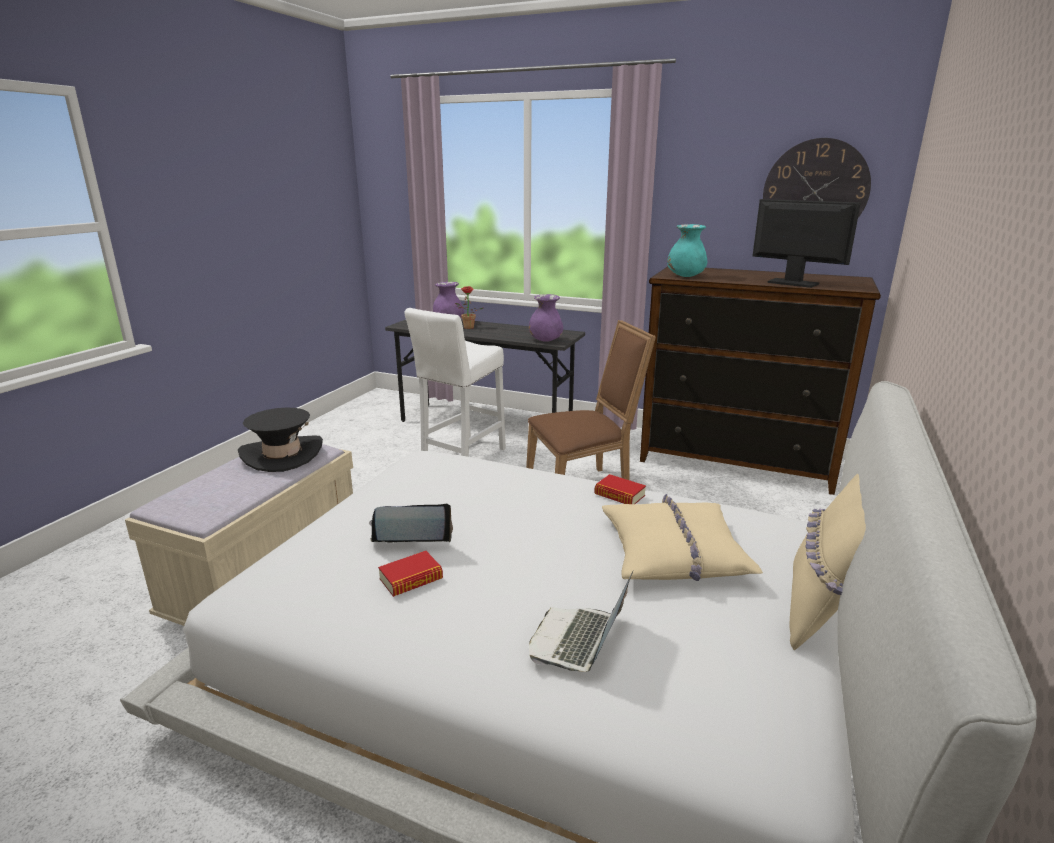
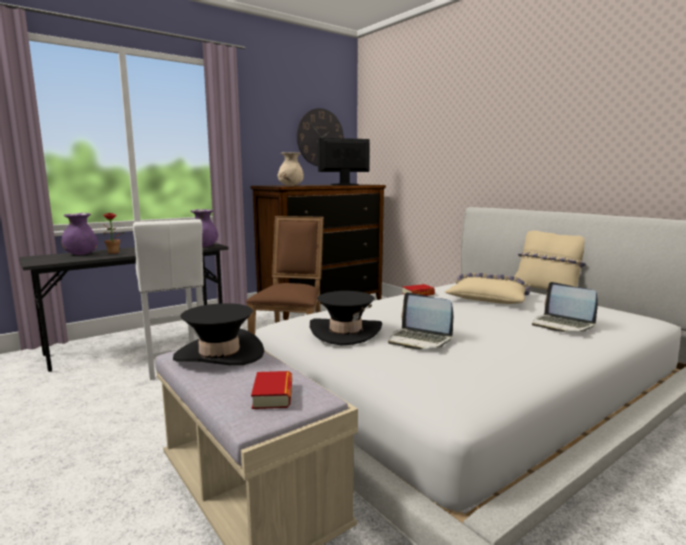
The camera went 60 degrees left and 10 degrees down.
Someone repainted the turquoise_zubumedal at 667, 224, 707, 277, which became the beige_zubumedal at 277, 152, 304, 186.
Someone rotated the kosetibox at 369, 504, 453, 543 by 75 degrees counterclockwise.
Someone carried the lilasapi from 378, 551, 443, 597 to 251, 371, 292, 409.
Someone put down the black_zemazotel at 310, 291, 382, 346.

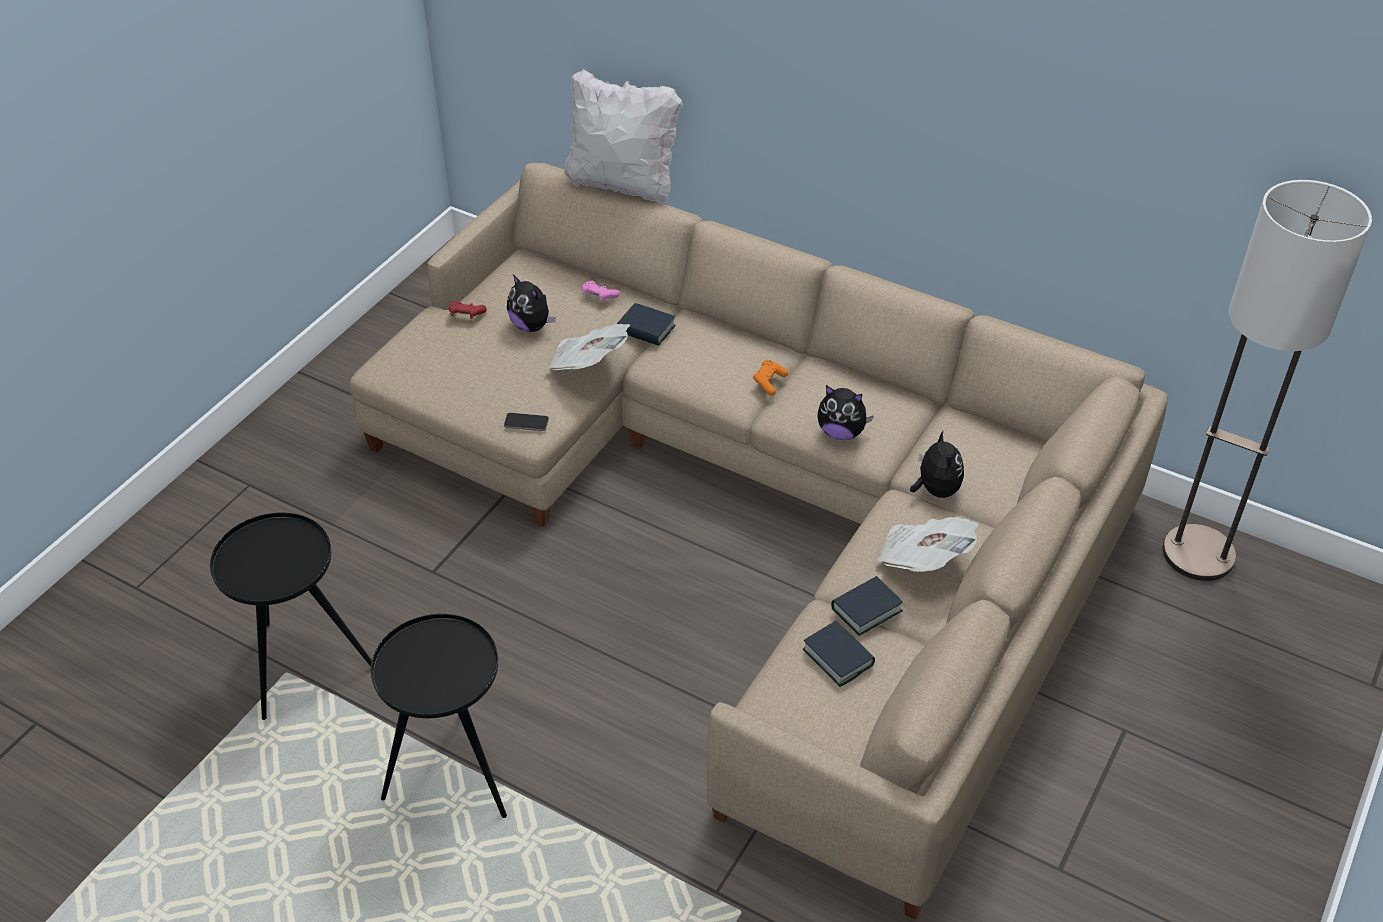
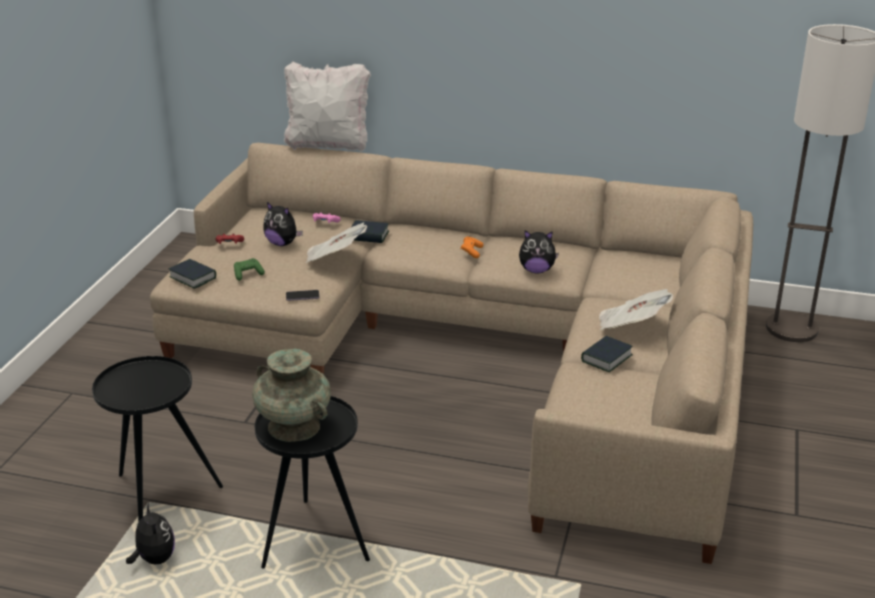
The camera went 15 degrees left and 15 degrees down.
Someone carried the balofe from 910, 431, 964, 498 to 126, 503, 175, 565.
Someone carried the lilasapi from 803, 620, 875, 687 to 169, 259, 216, 289.
Someone put down the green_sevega at 234, 258, 265, 281.
Someone put down the turquoise_zubumedal at 252, 349, 331, 442.

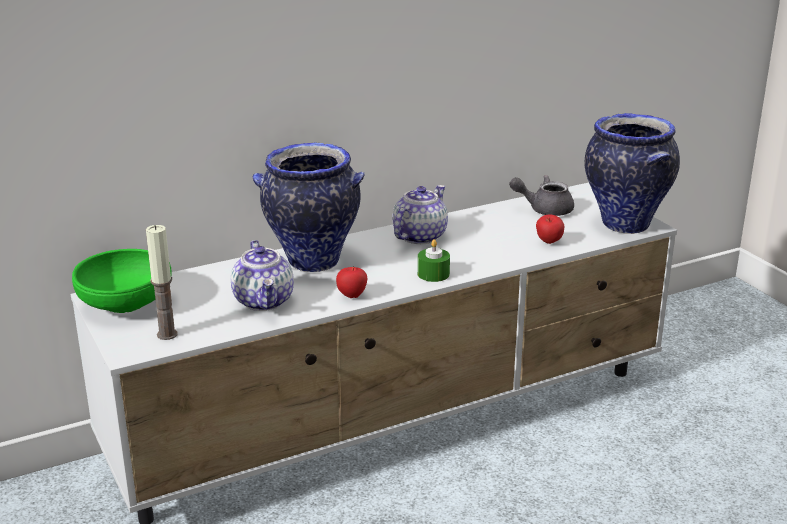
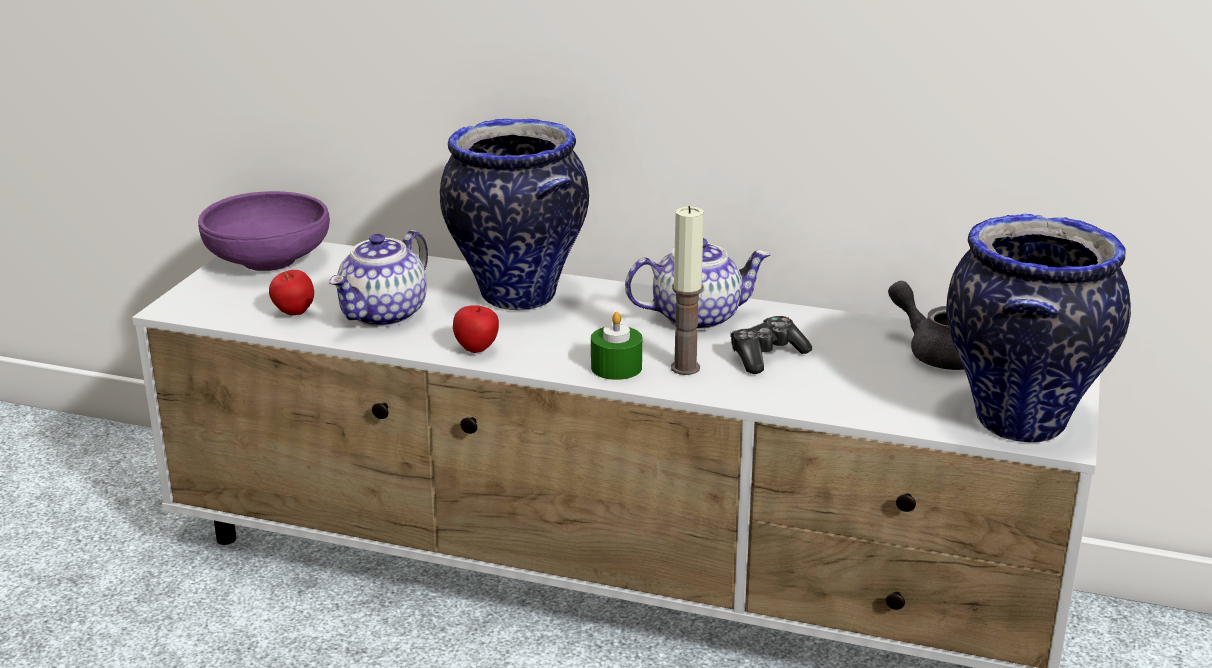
The camera went 45 degrees right and 0 degrees up.
Someone carried the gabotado from 536, 214, 564, 244 to 269, 270, 314, 316.
Someone carried the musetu from 146, 225, 178, 340 to 671, 206, 704, 375.
Someone repainted the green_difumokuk at 72, 249, 172, 313, which became the purple_difumokuk at 198, 191, 330, 271.
Someone put down the sevega at 730, 316, 812, 374.

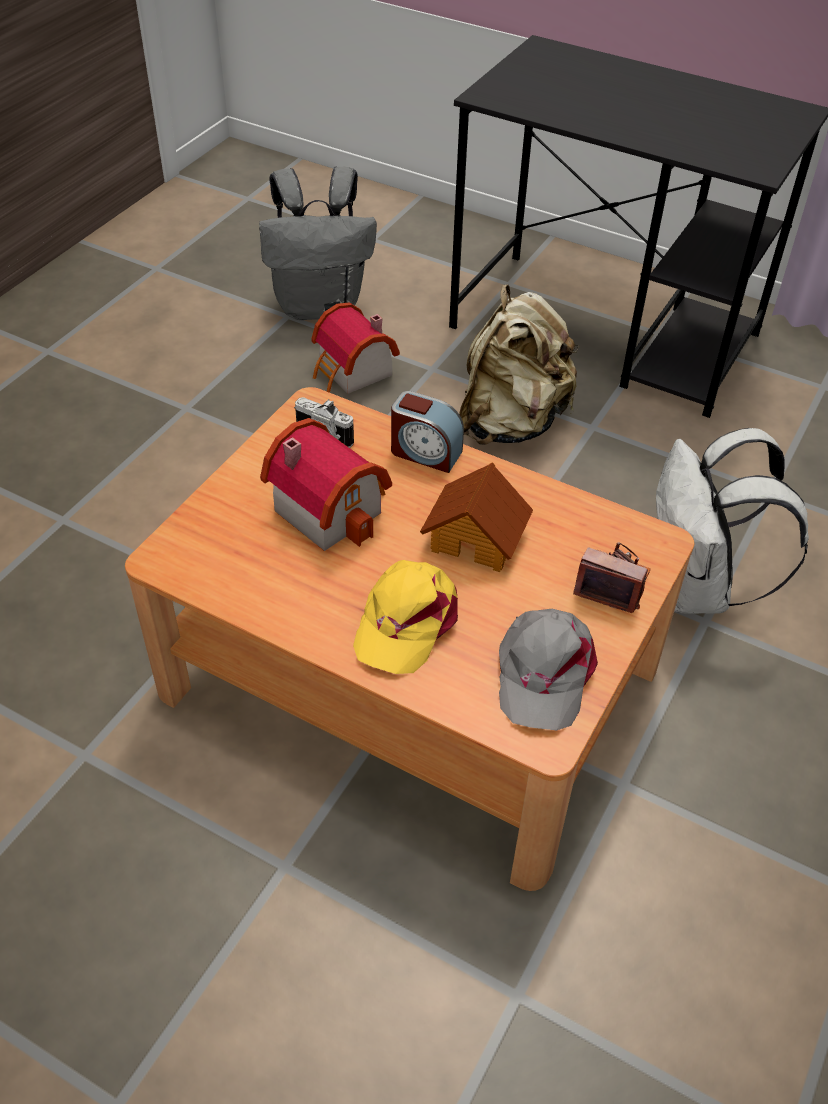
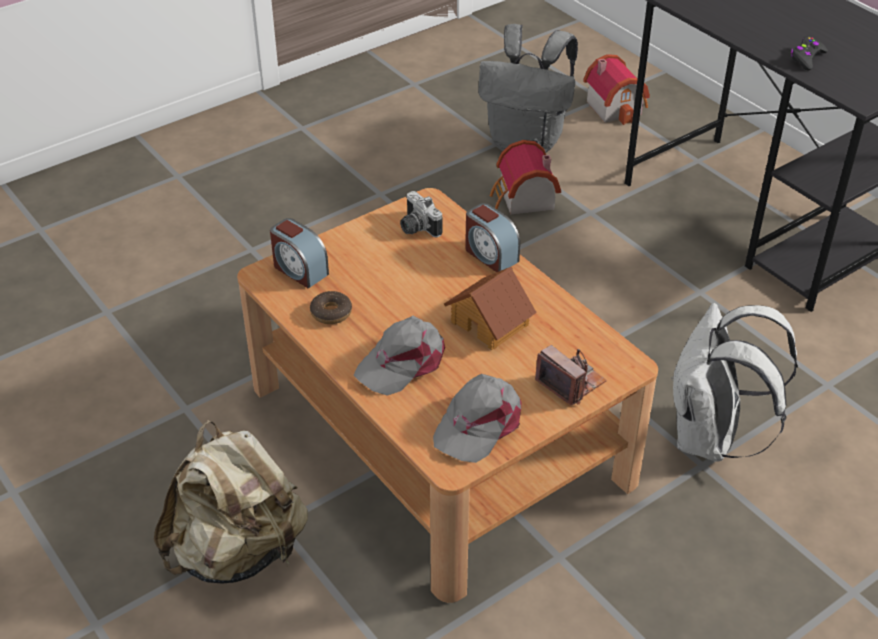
The camera went 25 degrees right and 5 degrees down.
Someone carried the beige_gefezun from 459, 284, 579, 445 to 154, 420, 308, 584.
Someone carried the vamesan from 260, 418, 392, 551 to 583, 54, 650, 125.
Someone repainted the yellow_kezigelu at 353, 560, 458, 674, which became the grey_kezigelu at 354, 316, 445, 396.
Someone put down the black_sevega at 791, 36, 828, 70.
Someone put down the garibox at 270, 218, 329, 288.
Someone put down the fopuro at 310, 291, 352, 324.

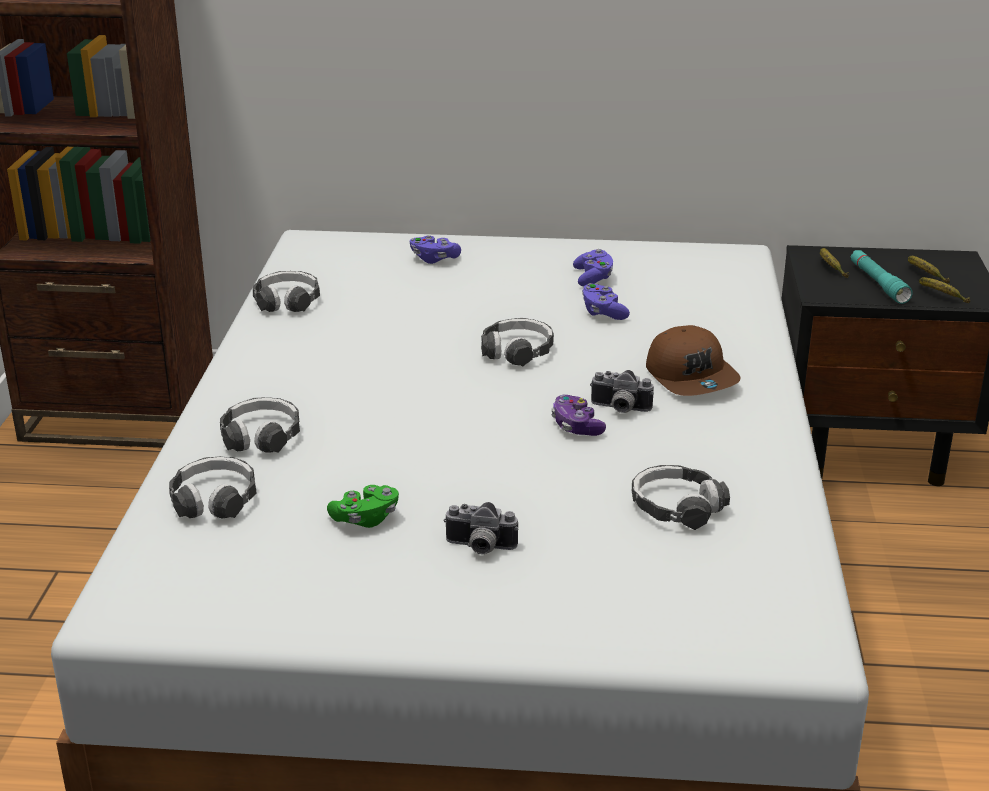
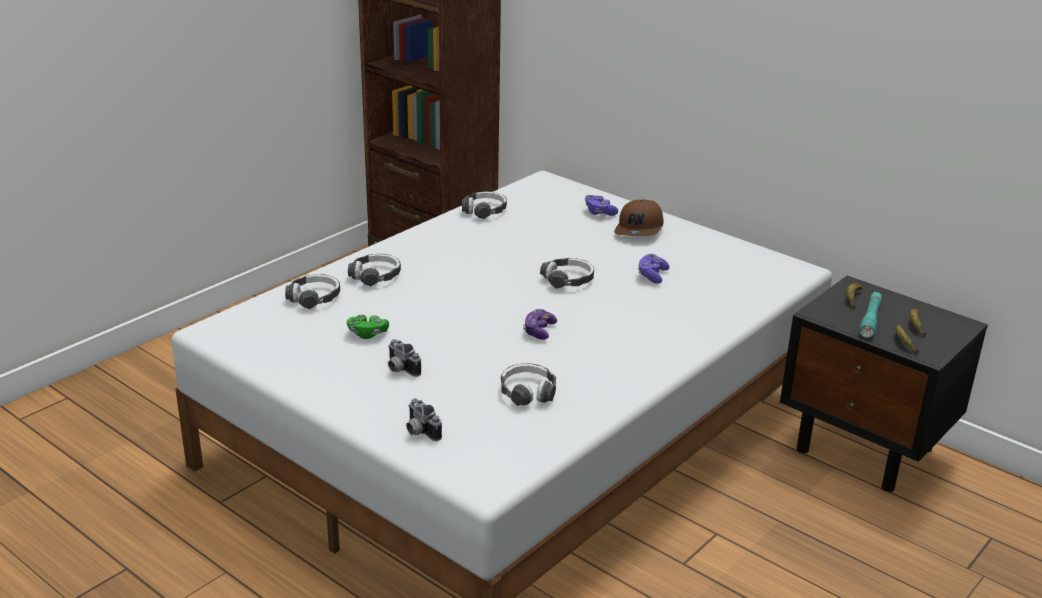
The camera went 35 degrees right and 0 degrees up.
Someone took away the purple_sevega at 573, 249, 613, 286.
Someone carried the brown_kezigelu from 646, 325, 741, 396 to 614, 200, 664, 236.
Someone carried the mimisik from 590, 370, 654, 413 to 406, 399, 442, 441.

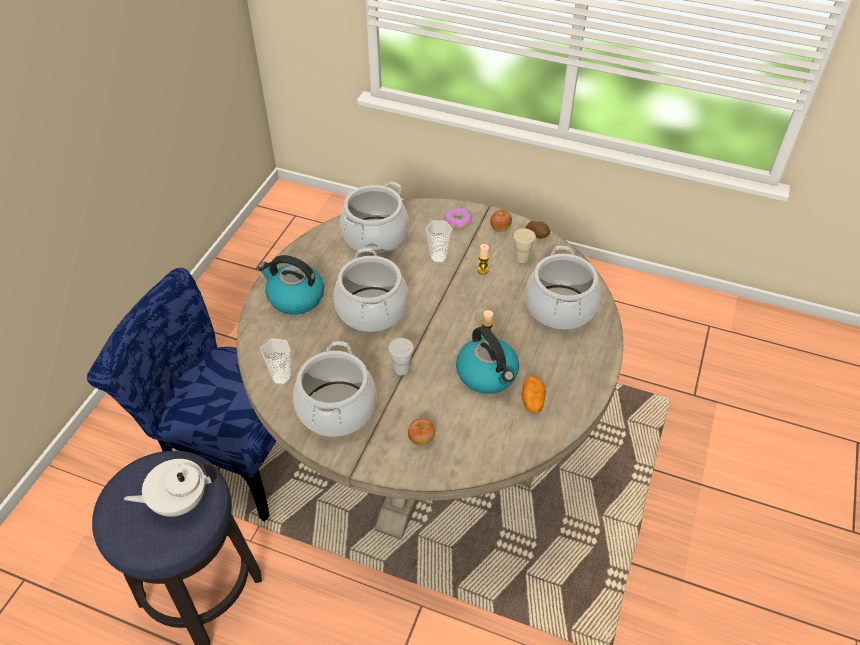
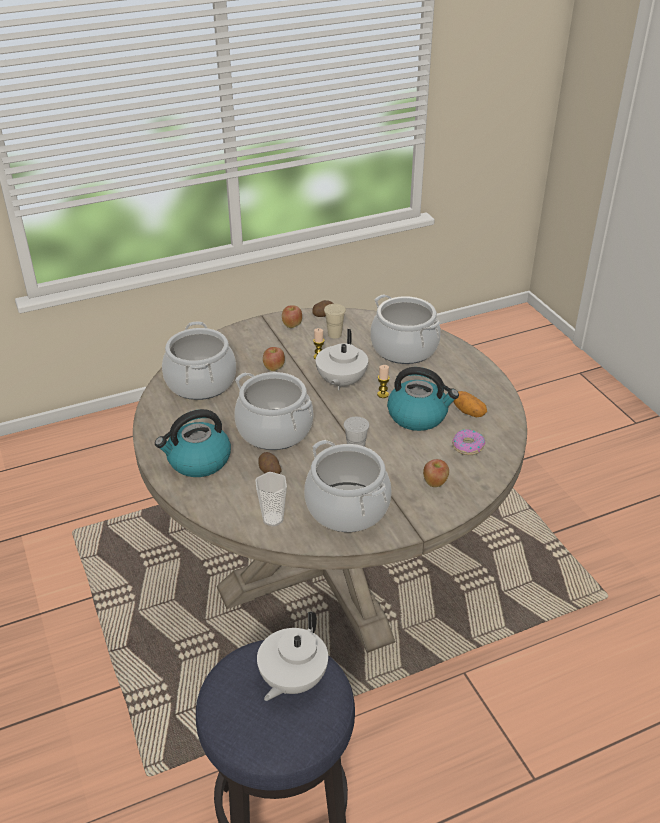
The camera went 45 degrees left and 10 degrees down.
Someone carried the fopuro from 444, 208, 472, 229 to 452, 429, 485, 455.
Someone swapped the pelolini at 426, 220, 452, 263 for the gabotado at 263, 347, 285, 371.
Someone took away the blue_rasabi at 87, 268, 276, 522.
Someone put down the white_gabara at 316, 329, 368, 390.
Someone put down the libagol at 258, 452, 282, 474.

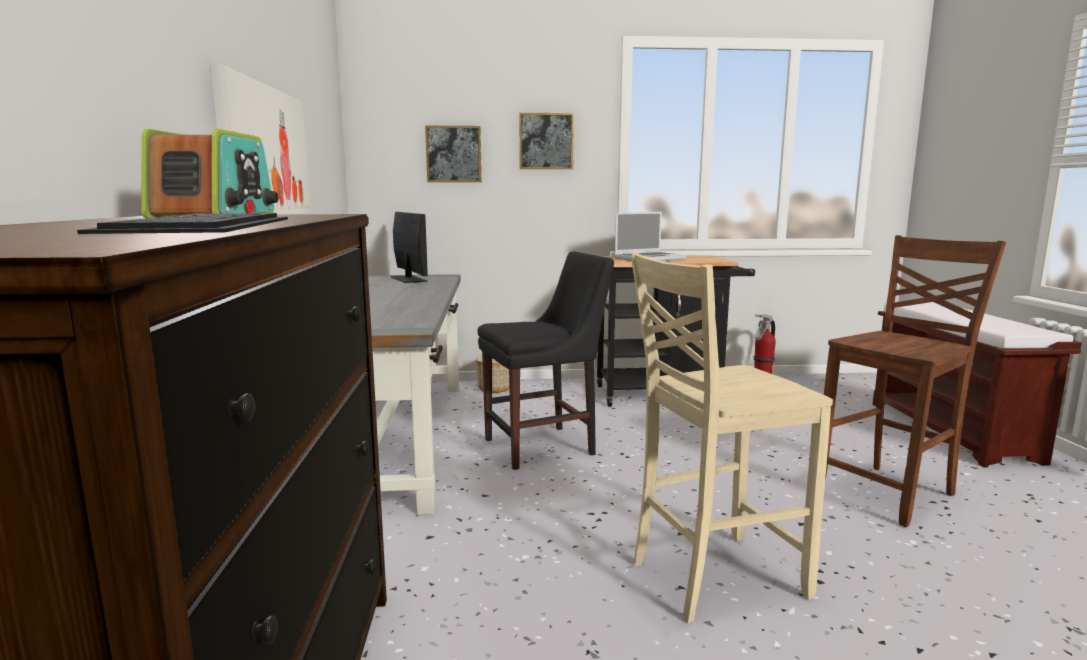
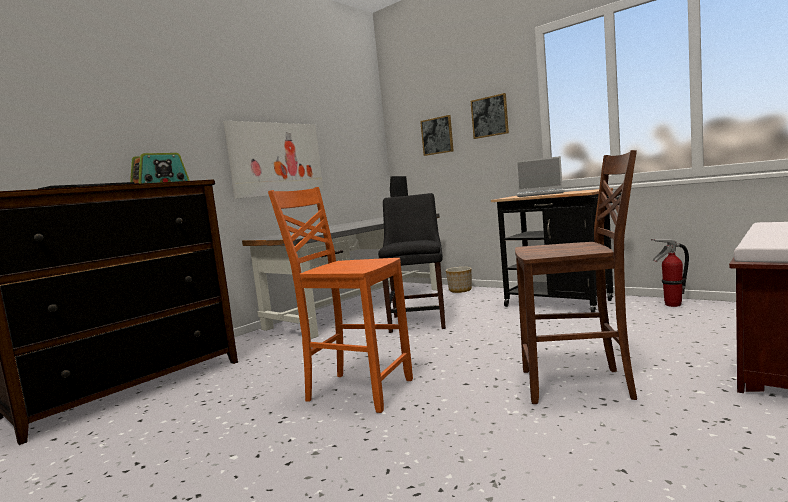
The camera went 45 degrees right and 5 degrees down.
Someone rotated the black_rasabi at 478, 251, 614, 470 by 105 degrees counterclockwise.
Someone repainted the beige_rasabi at 631, 252, 833, 624, which became the orange_rasabi at 268, 187, 413, 413.

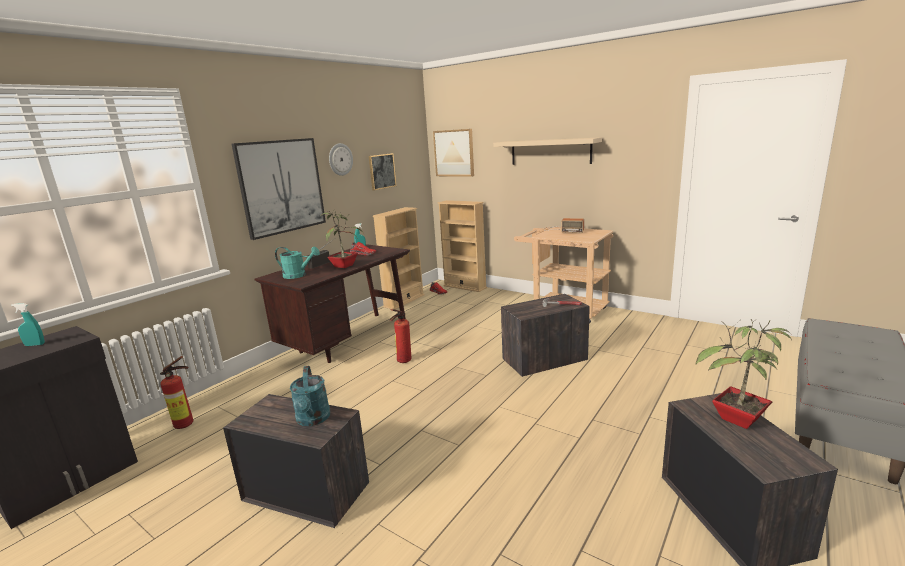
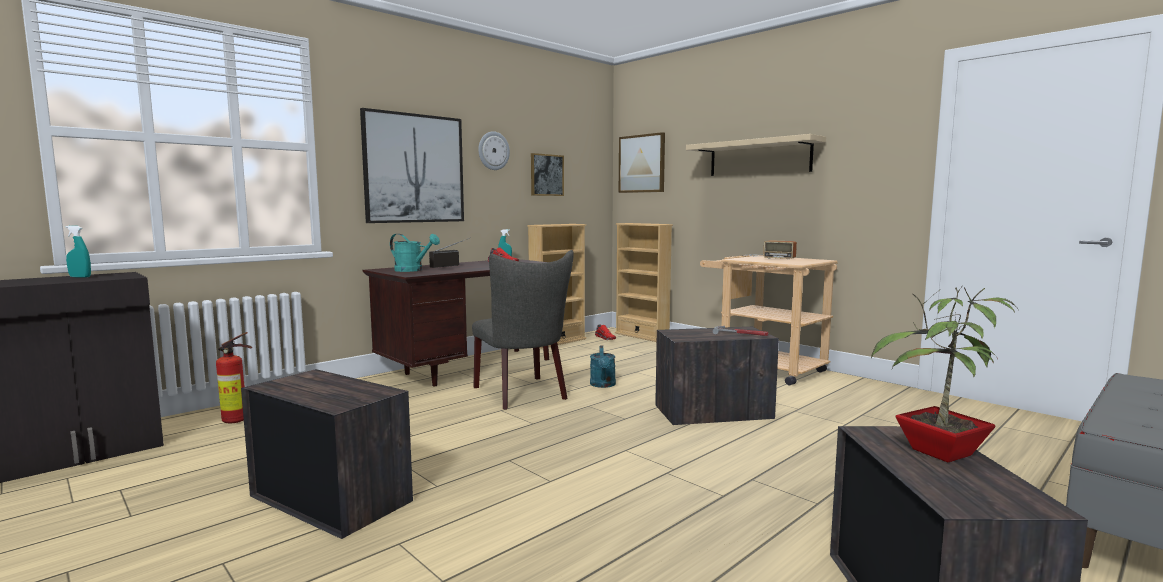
The camera went 10 degrees right and 10 degrees down.
Someone took away the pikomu at 319, 211, 364, 268.
Someone swapped the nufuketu at 390, 309, 411, 363 for the grey_rasabi at 472, 250, 574, 409.
Someone carried the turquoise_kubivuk from 290, 366, 330, 426 to 590, 345, 616, 388.

